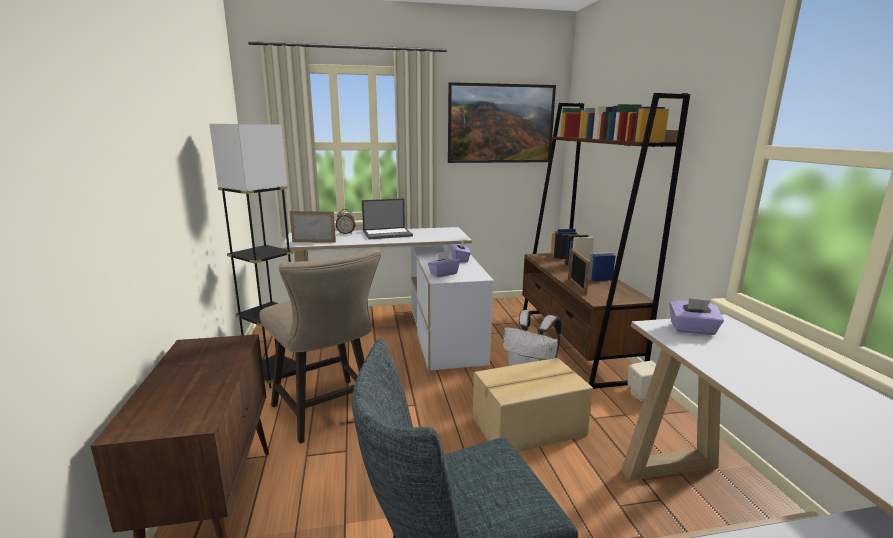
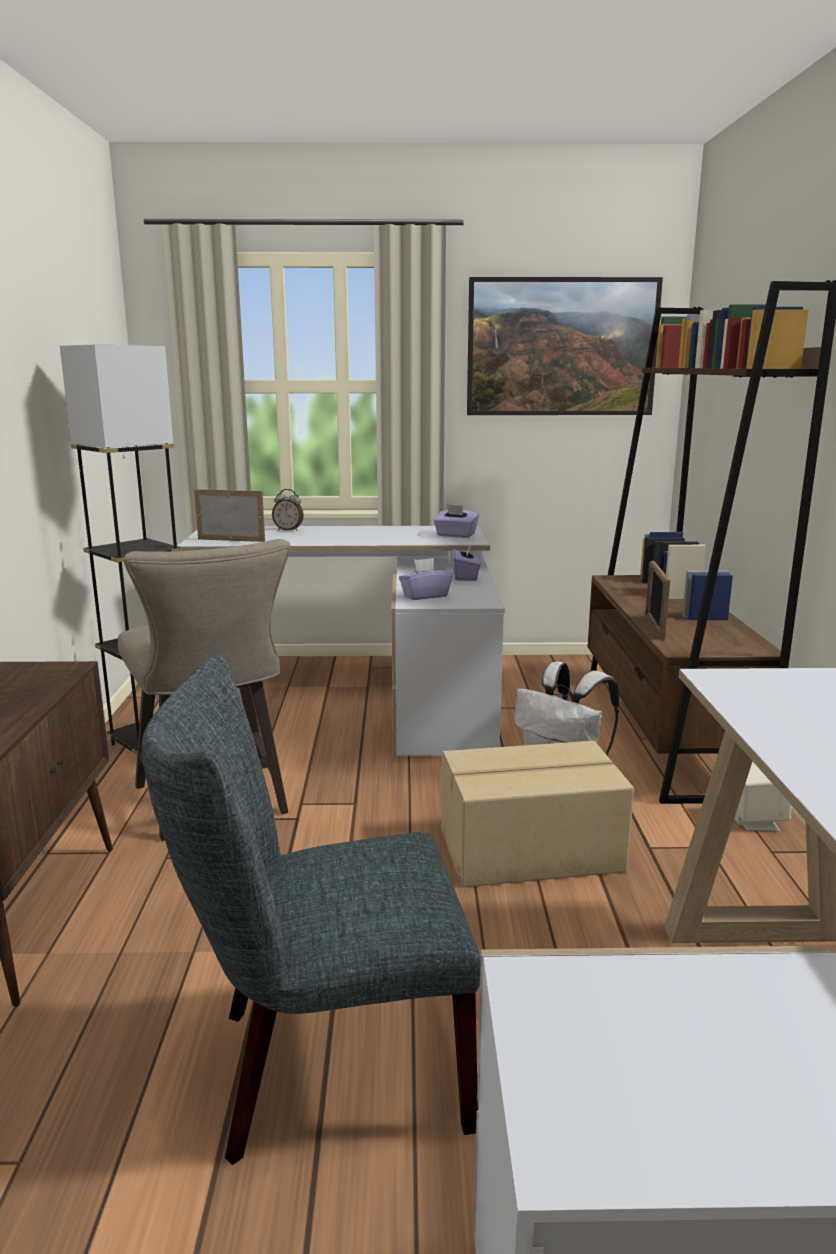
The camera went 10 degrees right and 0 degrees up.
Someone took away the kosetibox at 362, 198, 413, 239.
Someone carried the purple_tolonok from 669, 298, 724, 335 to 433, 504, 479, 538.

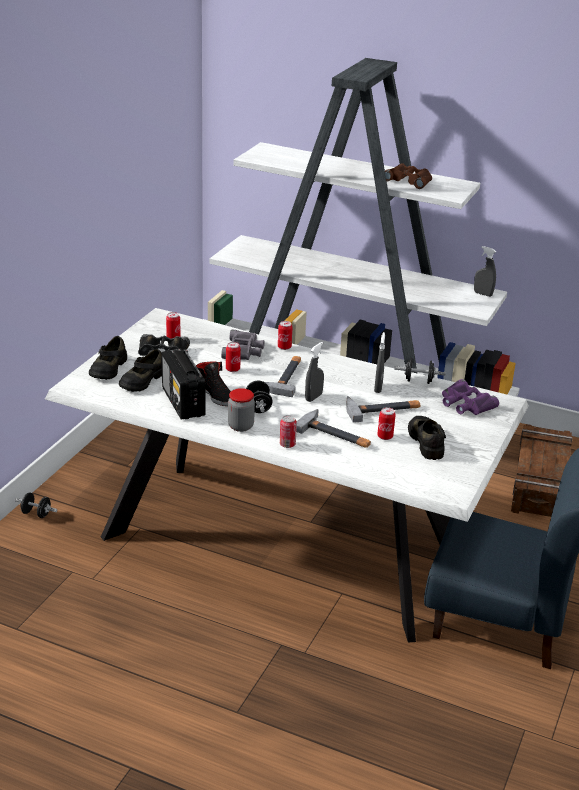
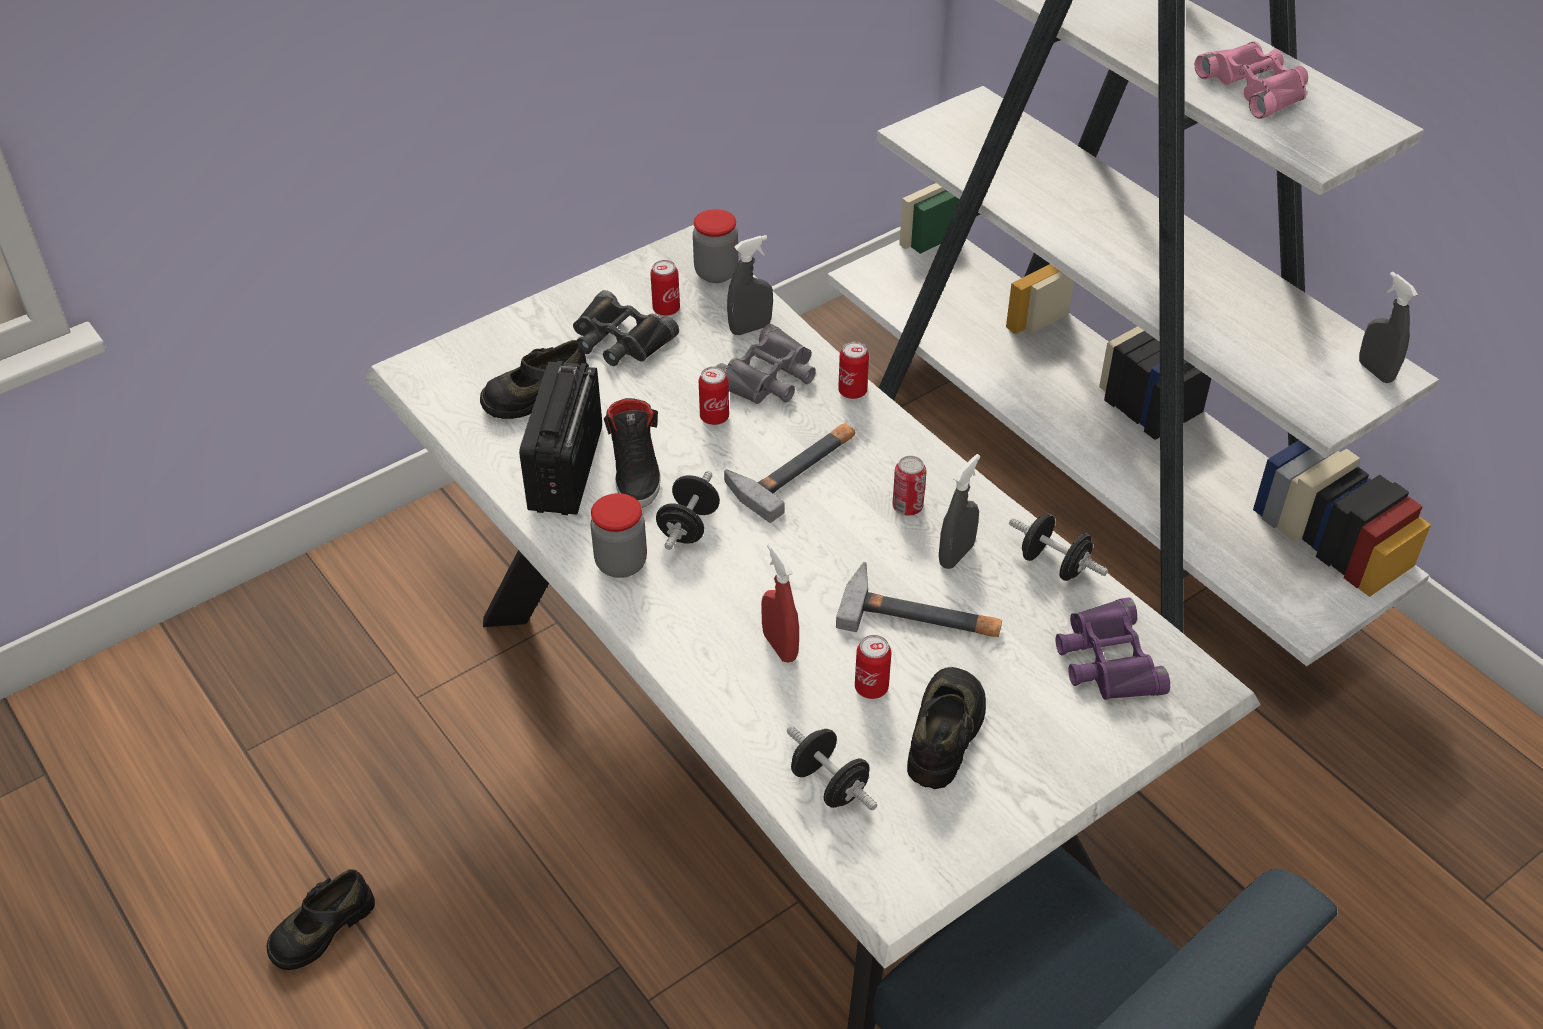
The camera went 30 degrees right and 15 degrees up.
Someone repainted the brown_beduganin at 385, 163, 432, 189, which became the pink_beduganin at 1194, 41, 1308, 119.
Someone carried the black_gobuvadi from 89, 336, 127, 380 to 267, 870, 375, 970.
Someone carried the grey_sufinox from 305, 342, 324, 402 to 727, 235, 773, 335.
Someone swapped the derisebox at 296, 409, 371, 448 for the red_sufinox at 761, 543, 799, 663.
Someone carried the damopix from 280, 415, 297, 448 to 892, 456, 927, 516.
Someone took away the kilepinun at 511, 424, 573, 517.
Someone carried the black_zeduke from 15, 492, 57, 518 to 787, 726, 877, 810.
Someone put down the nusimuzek at 693, 209, 738, 283.

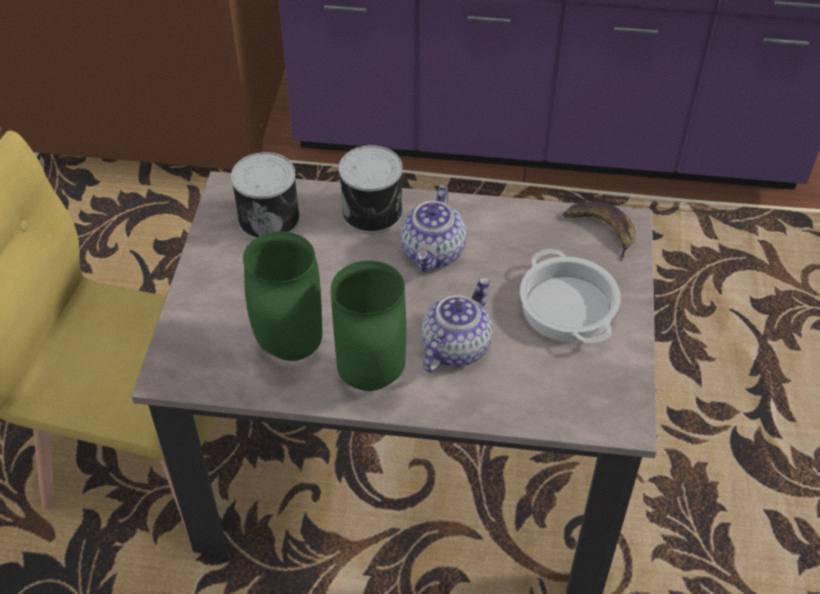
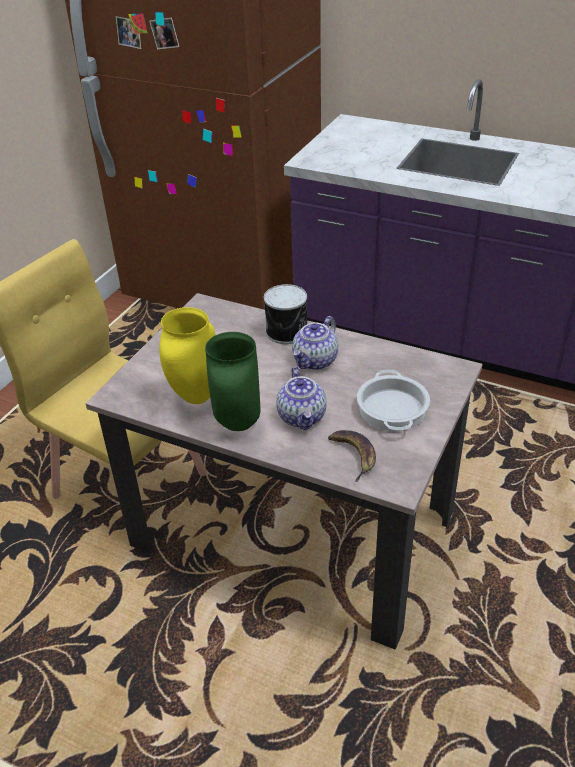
The camera went 20 degrees right and 10 degrees down.
Someone took away the damopix at 231, 152, 300, 239.
Someone carried the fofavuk from 563, 201, 636, 261 to 328, 430, 376, 482.
Someone repainted the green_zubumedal at 243, 231, 322, 361, which became the yellow_zubumedal at 159, 307, 216, 404.
Someone rotated the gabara at 421, 277, 492, 372 by 120 degrees clockwise.

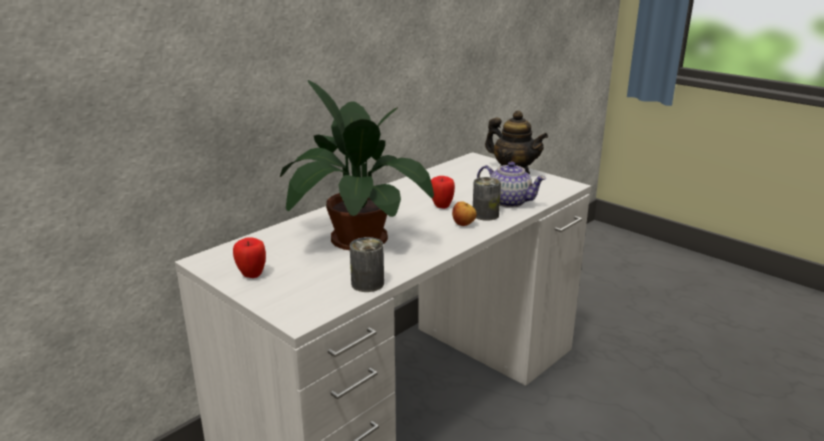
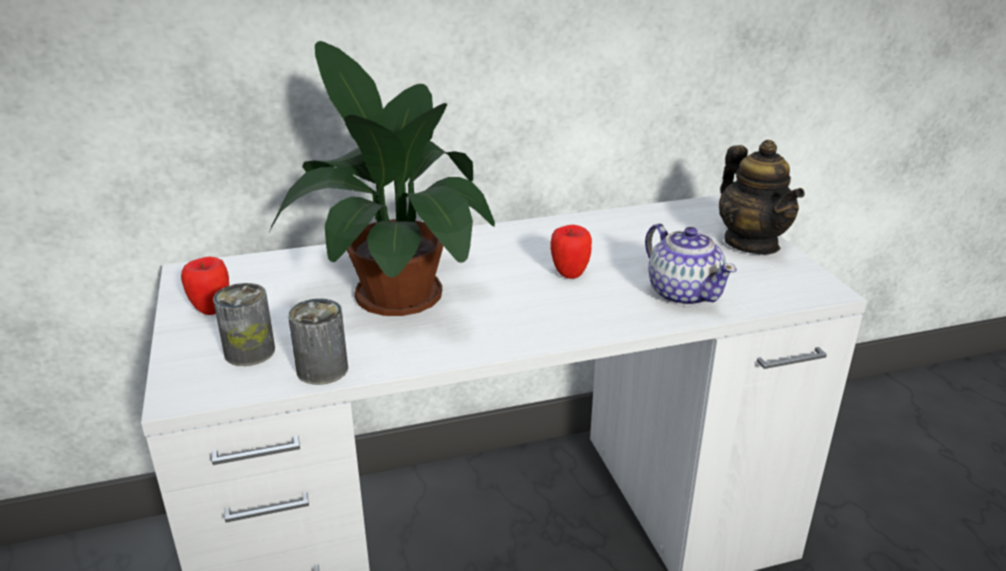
The camera went 30 degrees right and 5 degrees up.
Someone carried the damopix from 473, 177, 501, 221 to 213, 283, 275, 366.
Someone took away the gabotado at 452, 201, 477, 226.

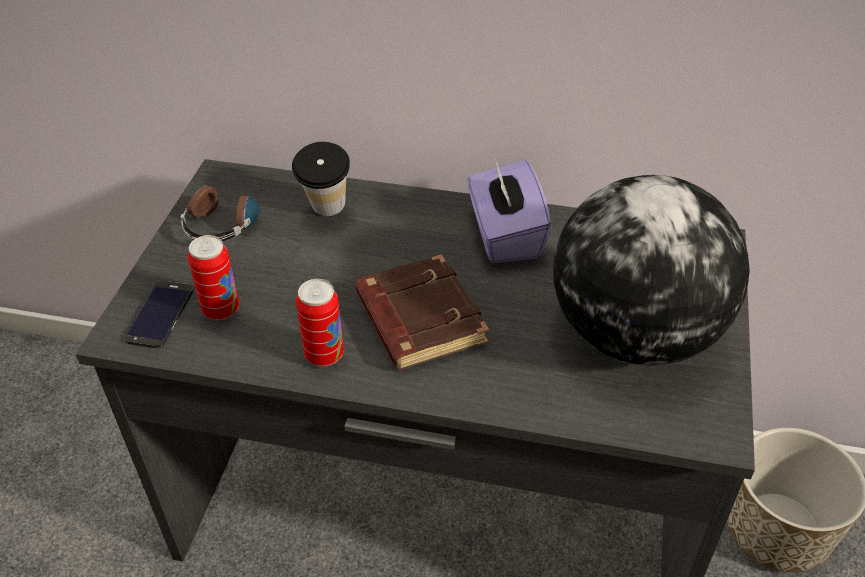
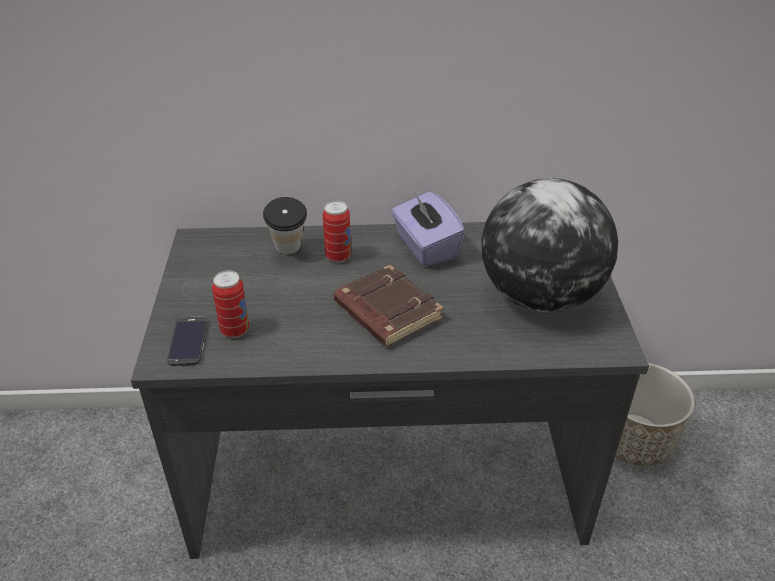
The camera went 15 degrees left and 5 degrees down.
Someone took away the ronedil at 181, 184, 266, 242.
Someone carried the damopix from 296, 279, 344, 367 to 323, 201, 351, 263.

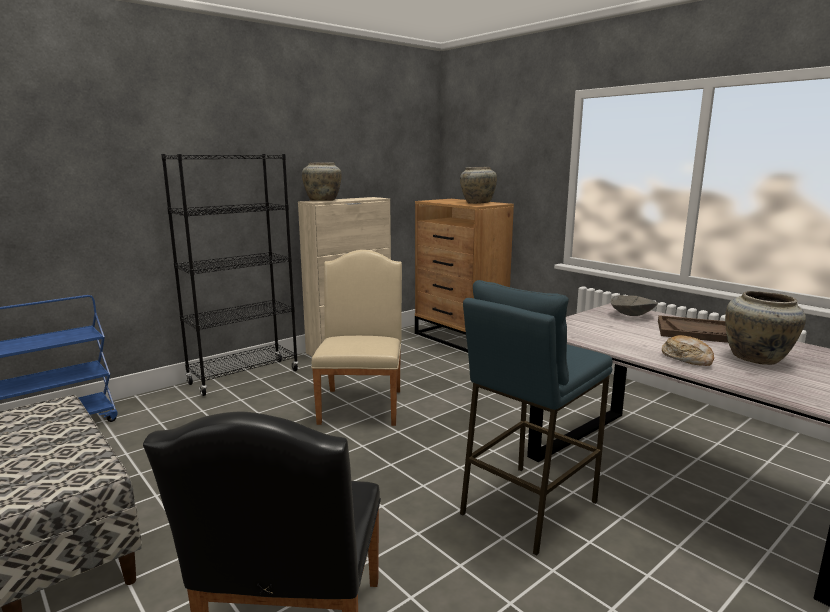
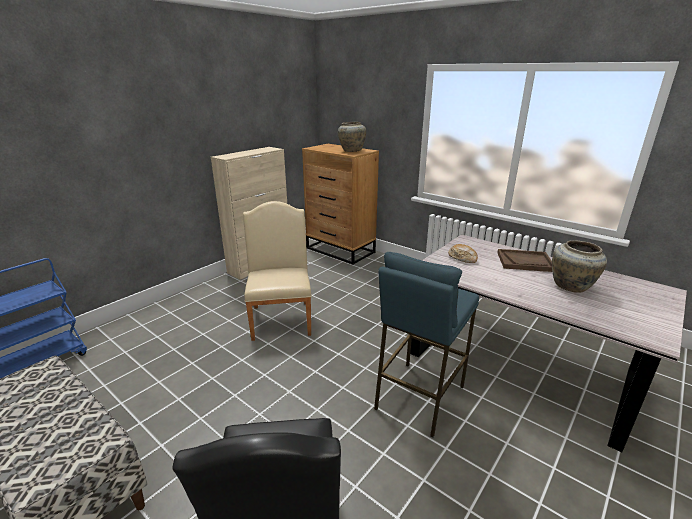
The camera went 10 degrees left and 10 degrees up.
Someone took away the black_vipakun at 161, 154, 299, 396.
Someone took away the beige_zubumedal at 302, 162, 342, 201.
Someone took away the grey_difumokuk at 610, 295, 658, 316.
Someone carried the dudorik from 662, 335, 714, 366 to 448, 244, 478, 263.

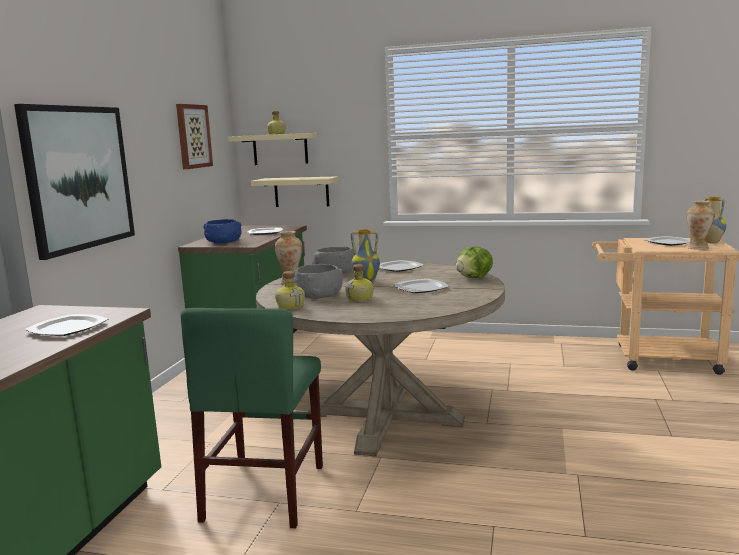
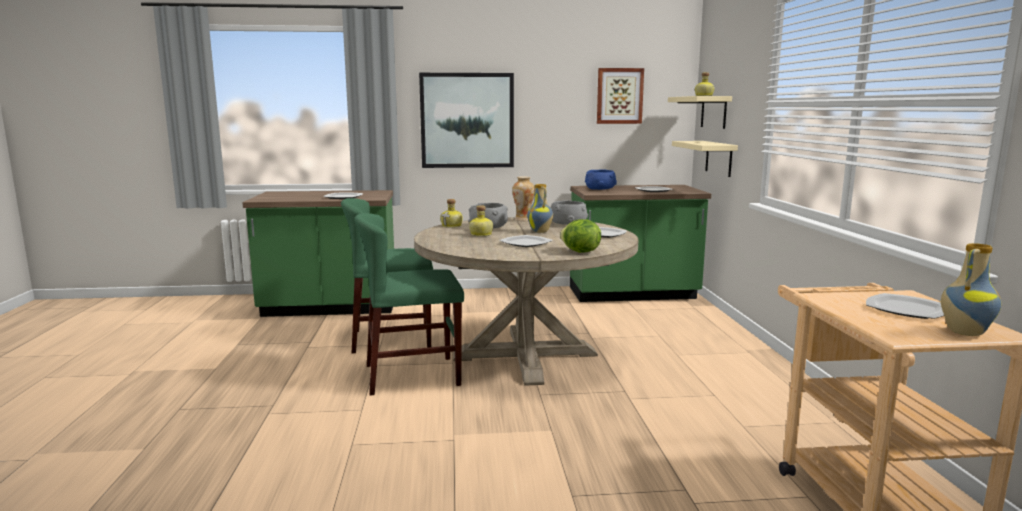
The camera went 70 degrees right and 0 degrees up.
Someone took away the zubumedal at 686, 201, 715, 250.
Someone put down the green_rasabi at 354, 213, 464, 396.

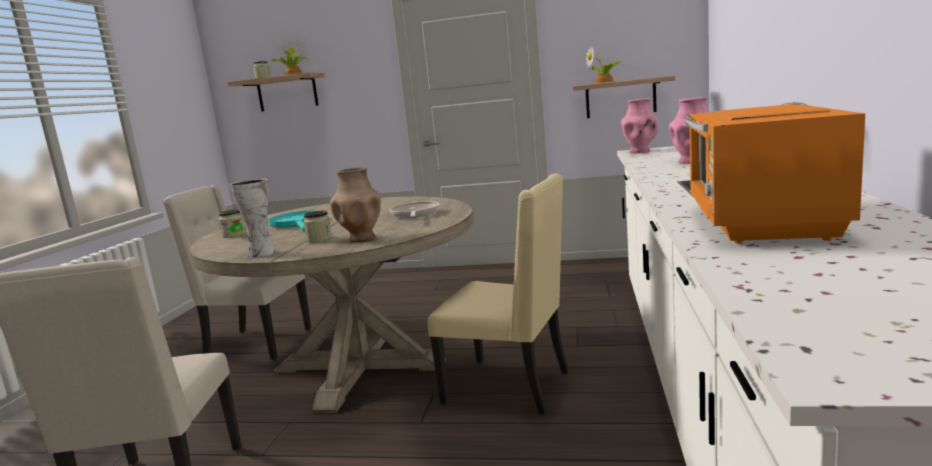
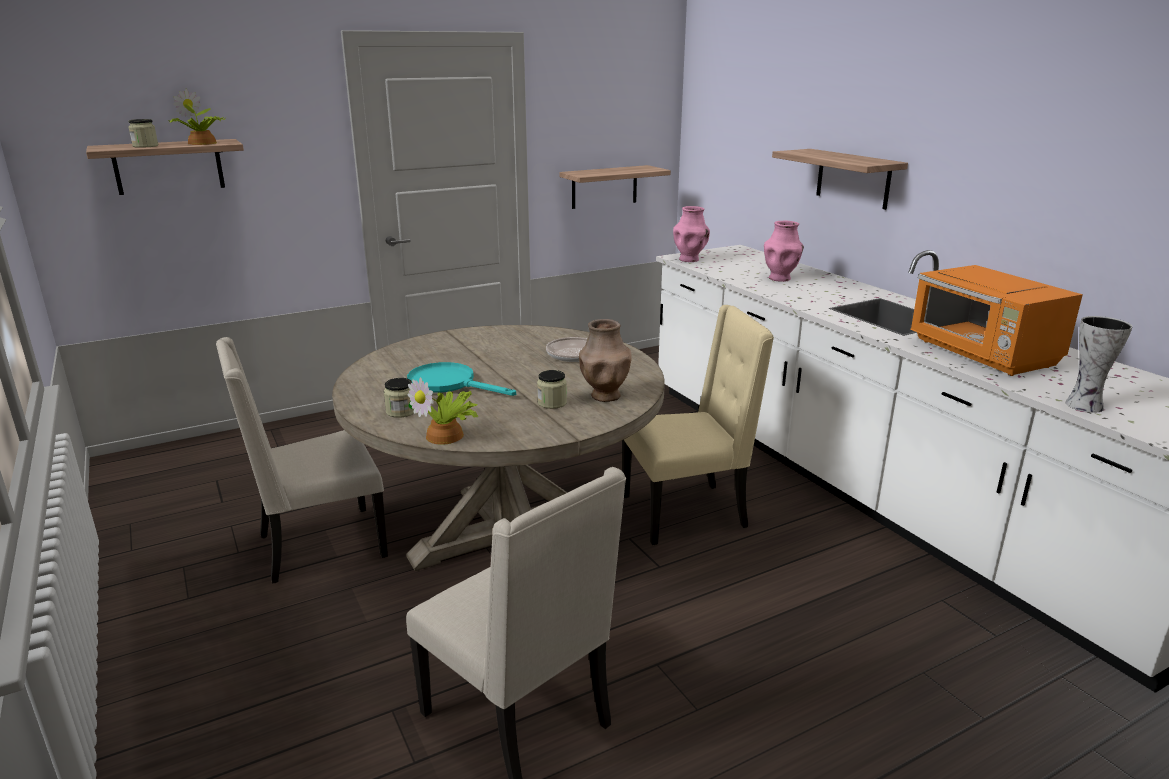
The camera went 40 degrees left and 10 degrees up.
Someone carried the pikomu from 586, 46, 621, 84 to 408, 377, 478, 445.
Someone carried the zubumedal from 229, 179, 276, 257 to 1065, 316, 1133, 413.
Someone put up the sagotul at 772, 149, 908, 210.

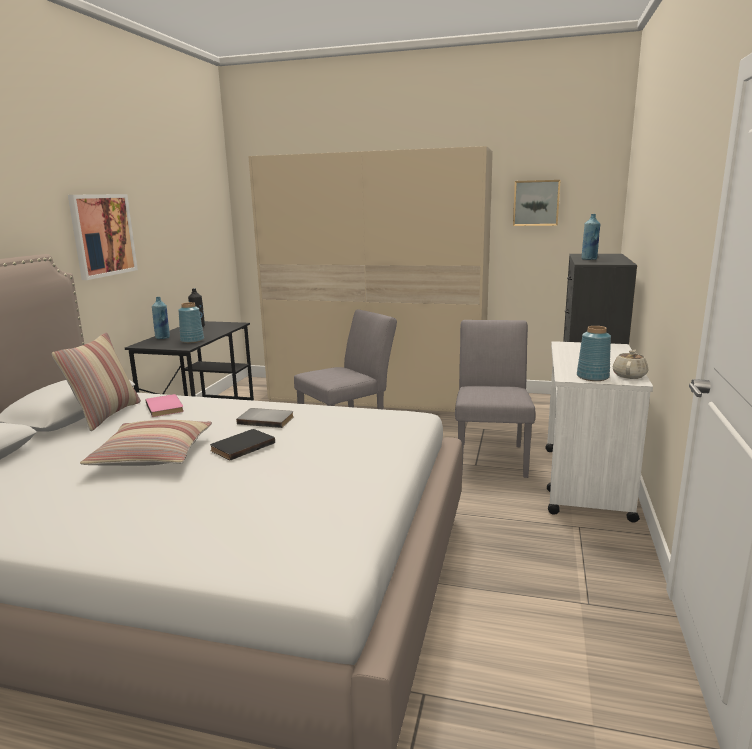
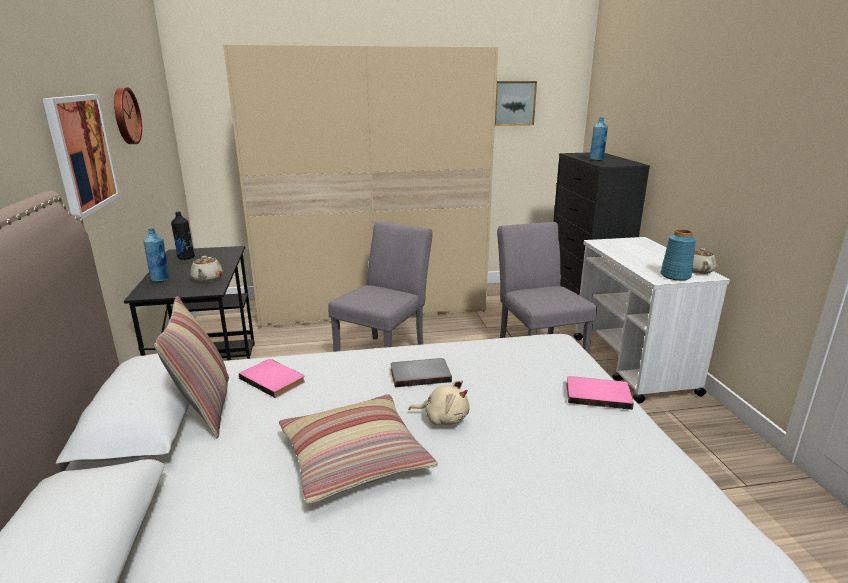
The camera went 25 degrees left and 5 degrees up.
Someone swapped the blue_zubumedal at 178, 302, 204, 343 for the beige_gabara at 190, 256, 222, 282.
Someone swapped the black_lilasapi at 210, 429, 275, 460 for the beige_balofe at 408, 380, 470, 425.
Someone put up the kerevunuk at 114, 87, 142, 144.
Someone put down the pink_lilasapi at 566, 376, 634, 410.

